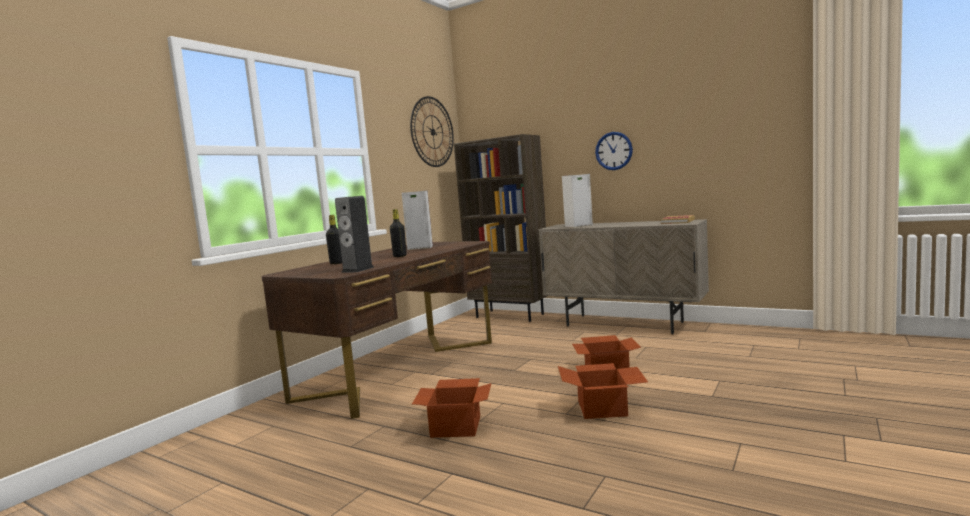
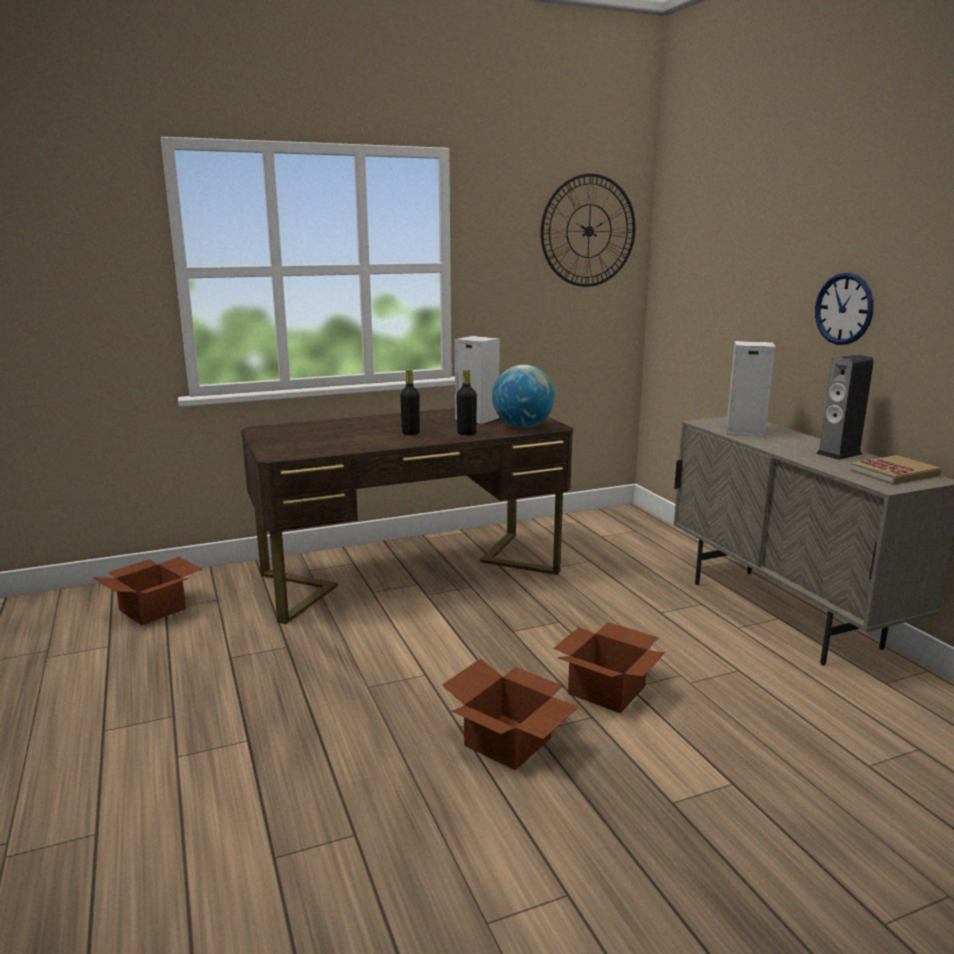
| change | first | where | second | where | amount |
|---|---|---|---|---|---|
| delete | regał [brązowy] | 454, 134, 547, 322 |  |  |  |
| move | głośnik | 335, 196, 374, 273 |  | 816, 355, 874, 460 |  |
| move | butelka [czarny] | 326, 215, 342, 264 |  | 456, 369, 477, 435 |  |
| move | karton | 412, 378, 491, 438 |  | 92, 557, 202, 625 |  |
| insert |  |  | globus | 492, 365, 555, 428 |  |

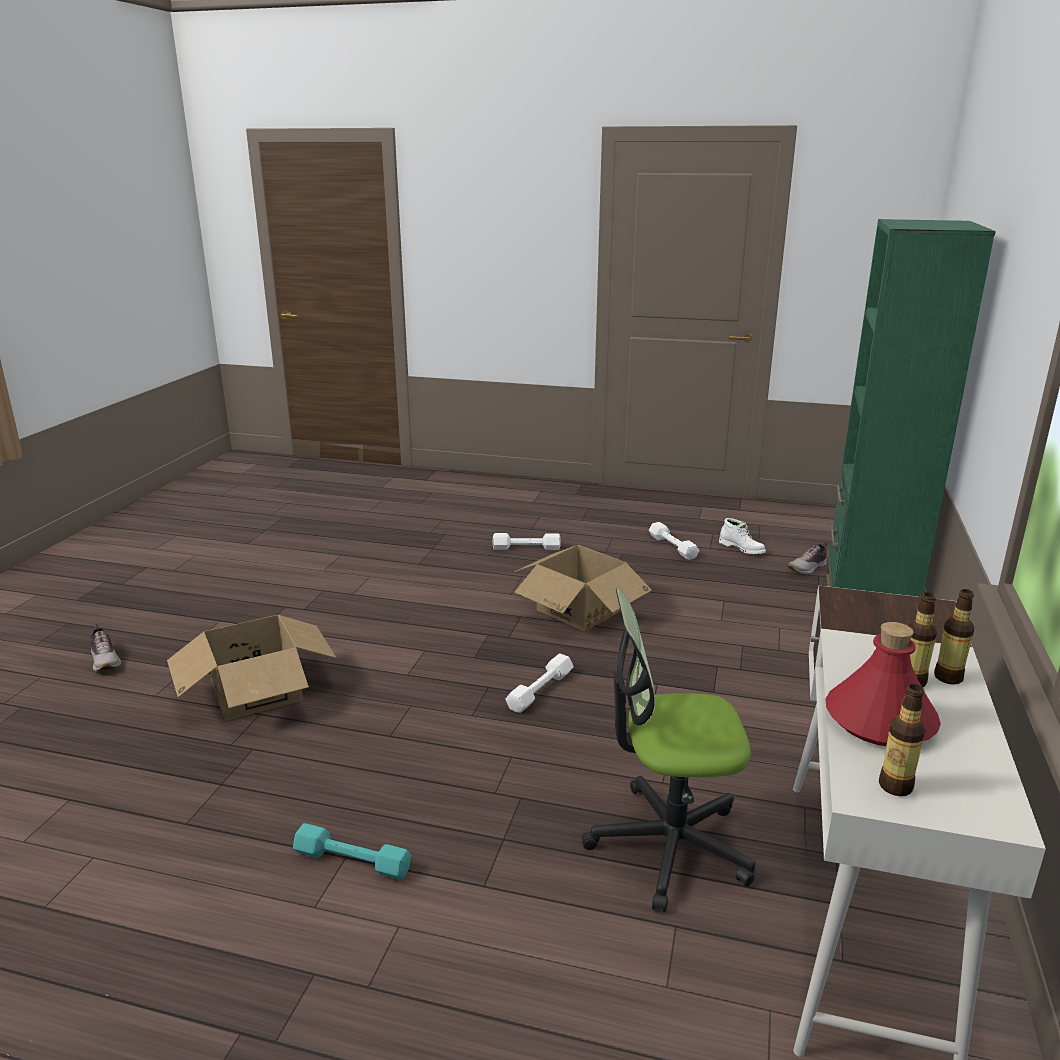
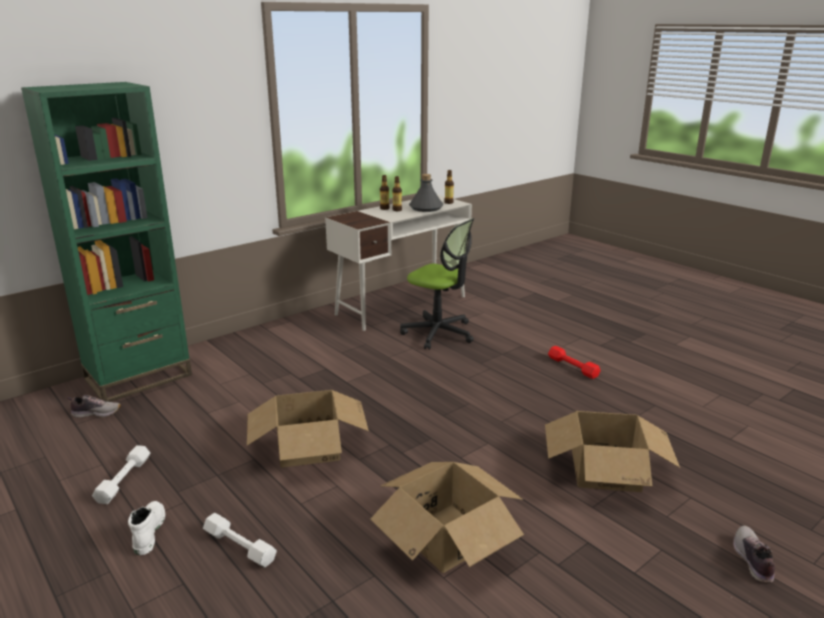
| change | first | where | second | where | amount |
|---|---|---|---|---|---|
| move | but z cholewką [biały] | 719, 518, 766, 554 |  | 128, 501, 165, 555 |  |
| recolor | butelka [czerwony] | 825, 622, 941, 746 | butelka [szary] | 409, 174, 443, 212 |  |
| delete | hantel [biały] | 505, 653, 574, 713 |  |  |  |
| recolor | hantel [turkusowy] | 293, 823, 411, 880 | hantel [czerwony] | 548, 346, 601, 379 |  |
| insert |  |  | karton | 370, 462, 524, 573 |  |

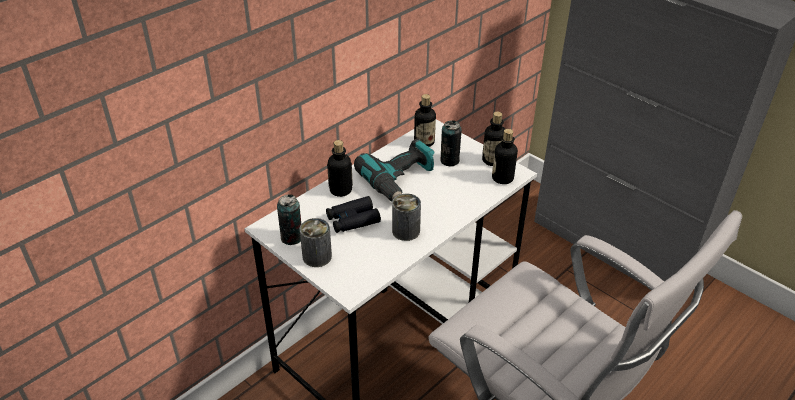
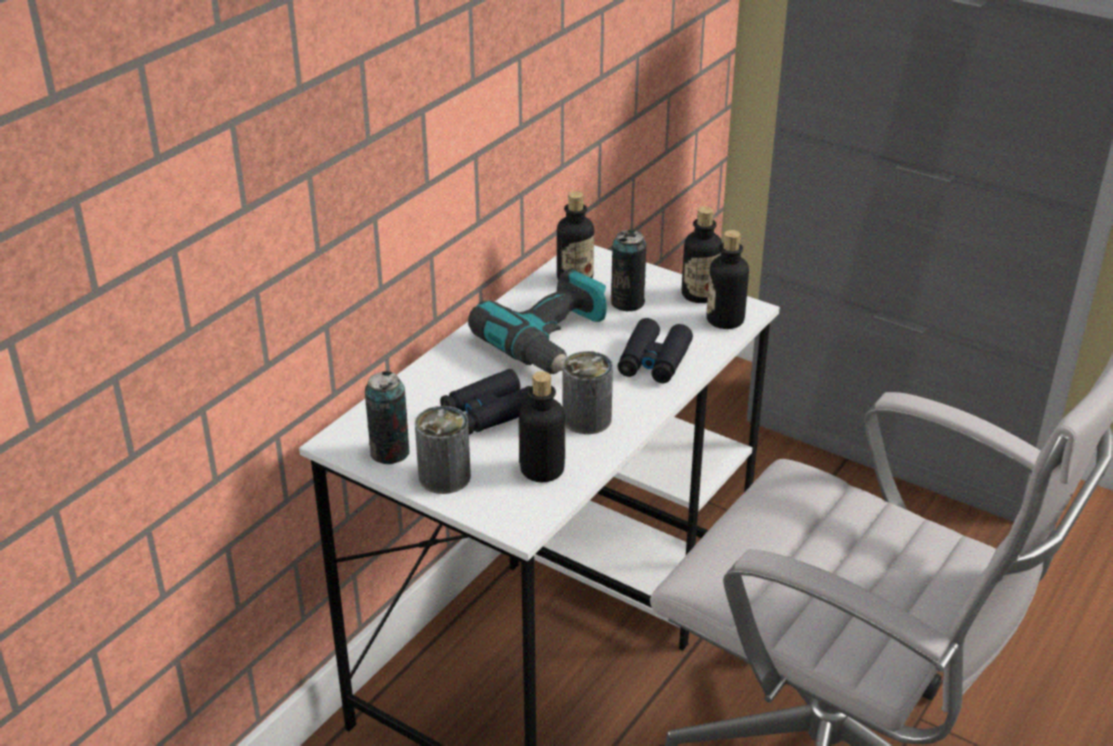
| change | first | where | second | where | amount |
|---|---|---|---|---|---|
| move | butelka | 327, 140, 353, 197 |  | 519, 371, 565, 482 |  |
| insert |  |  | lornetka [czarny] | 617, 318, 693, 383 |  |

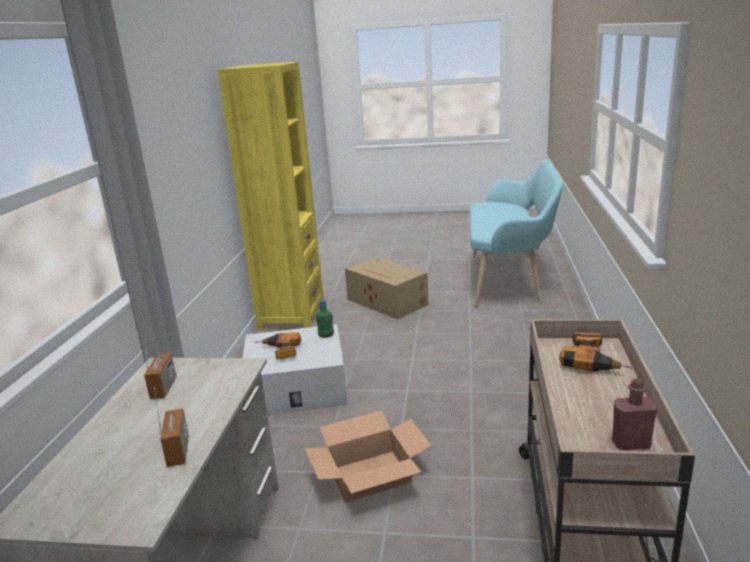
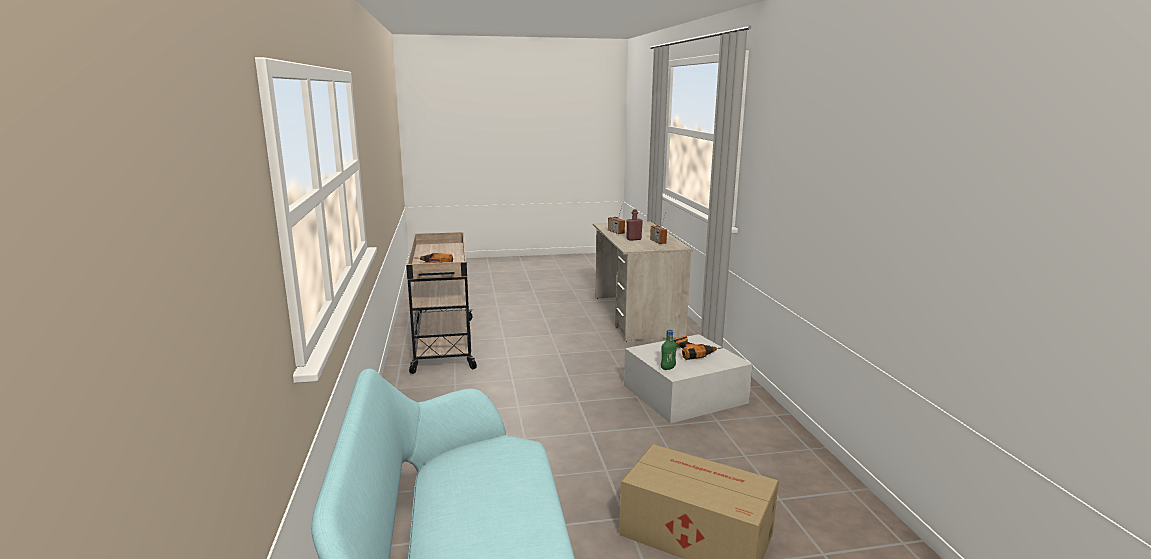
| change | first | where | second | where | amount |
|---|---|---|---|---|---|
| delete | regał [żółty] | 218, 62, 324, 330 |  |  |  |
| move | butelka [czerwony] | 612, 379, 657, 450 |  | 626, 209, 643, 241 |  |
| delete | karton | 305, 411, 431, 503 |  |  |  |

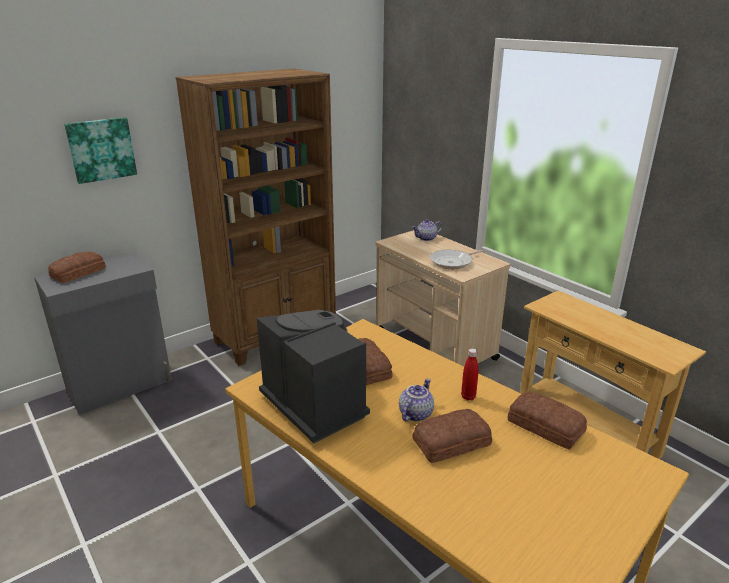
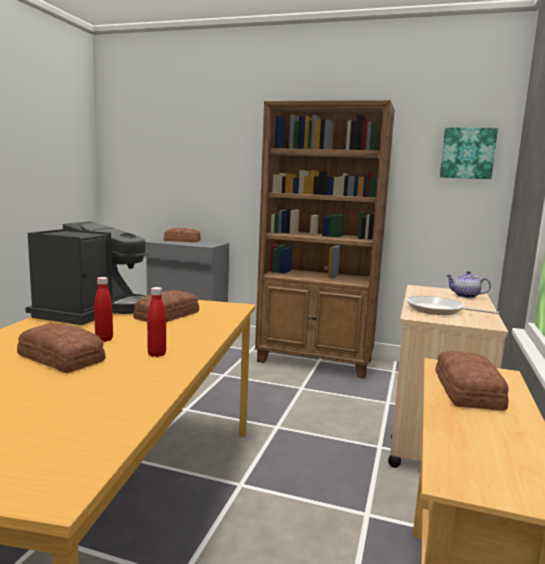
| change | first | where | second | where | amount |
|---|---|---|---|---|---|
| move | obraz | 64, 117, 137, 184 |  | 440, 128, 498, 179 |  |
| replace | imbryk | 399, 378, 434, 421 | butelka [czerwony] | 94, 277, 113, 342 |  |
| move | chleb | 508, 392, 587, 450 |  | 435, 351, 509, 411 |  |

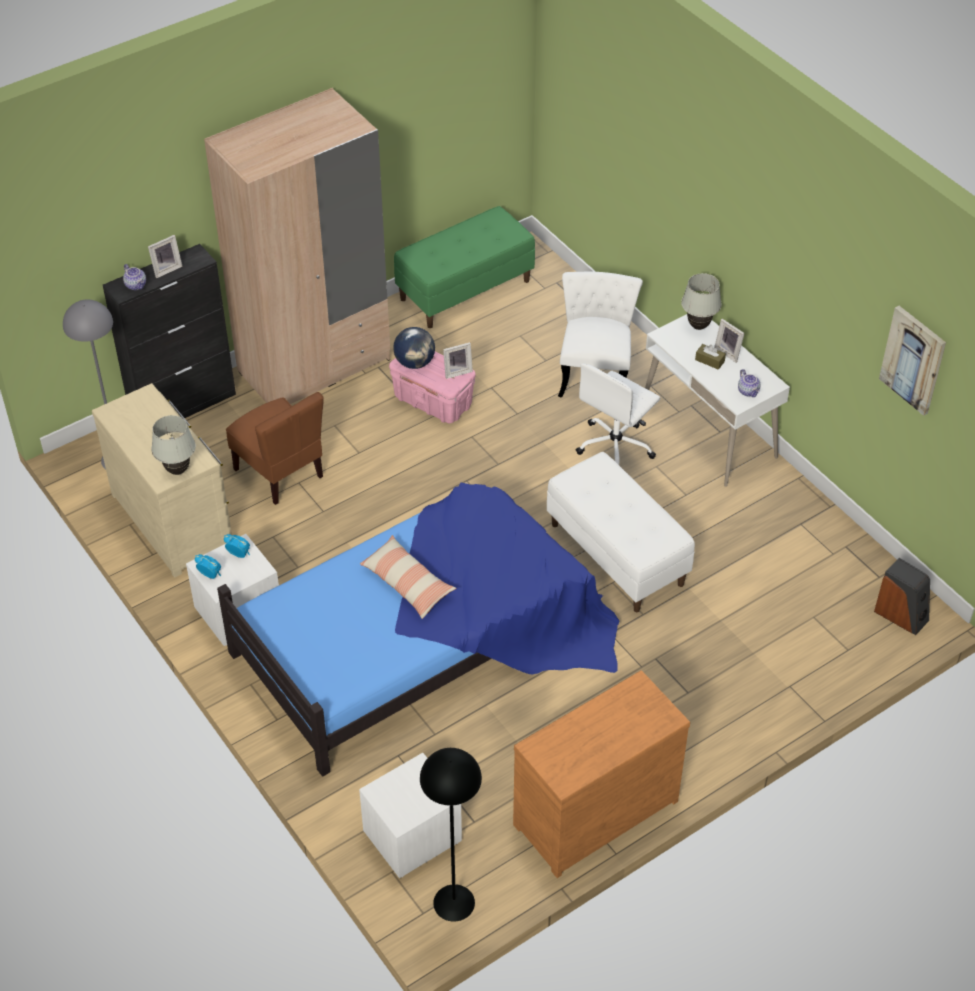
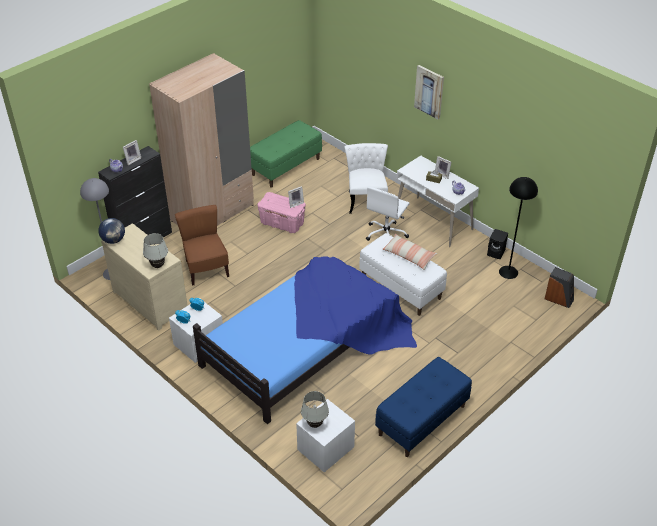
| change | first | where | second | where | amount |
|---|---|---|---|---|---|
| move | lampa stołowa [biały] | 681, 273, 722, 330 |  | 301, 391, 329, 428 |  |
| move | obraz | 879, 306, 946, 416 |  | 414, 65, 444, 120 |  |
| move | globus | 393, 327, 435, 369 |  | 98, 218, 125, 244 |  |
| rotate | krzesło [brązowy] | 226, 392, 324, 505 |  | 175, 205, 229, 286 | 150 degrees counterclockwise |
| move | poduszka | 360, 535, 456, 619 |  | 382, 233, 437, 270 |  |
| replace | komoda [brązowy] | 513, 670, 690, 878 | ławka [niebieski] | 375, 357, 472, 457 |  |
| move | lampa stojąca [czarny] | 420, 748, 482, 922 |  | 499, 177, 538, 279 |  |
| insert |  |  | głośnik [czarny] | 487, 229, 508, 259 |  |

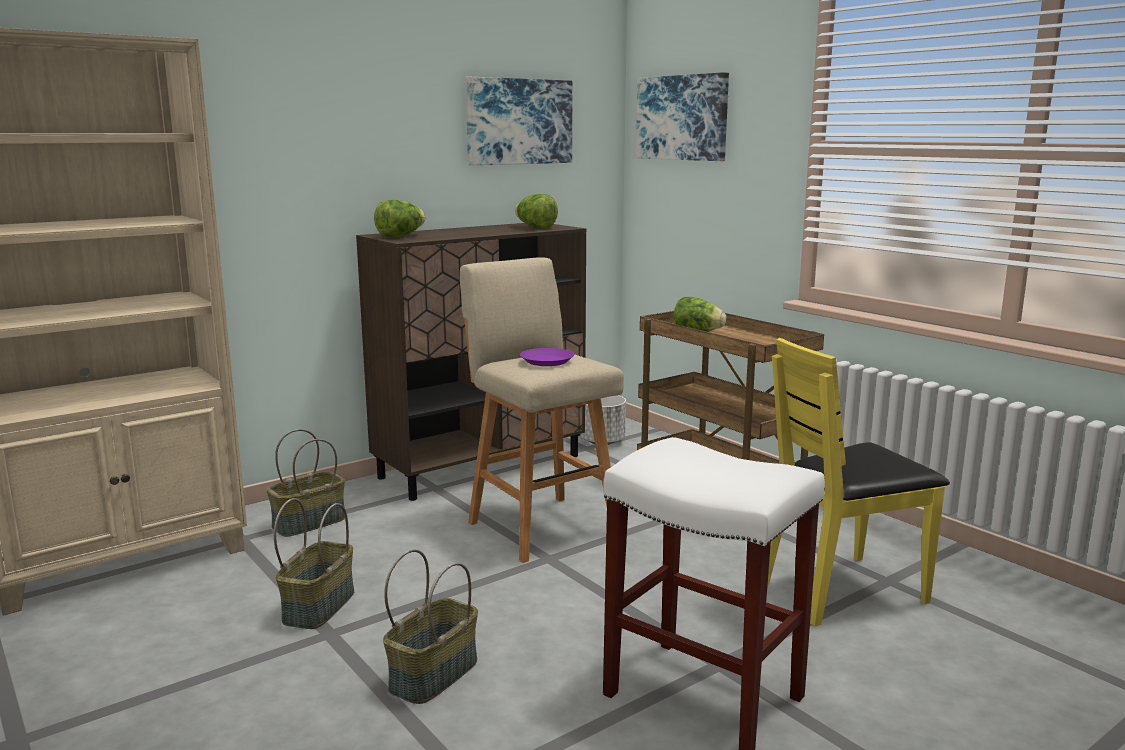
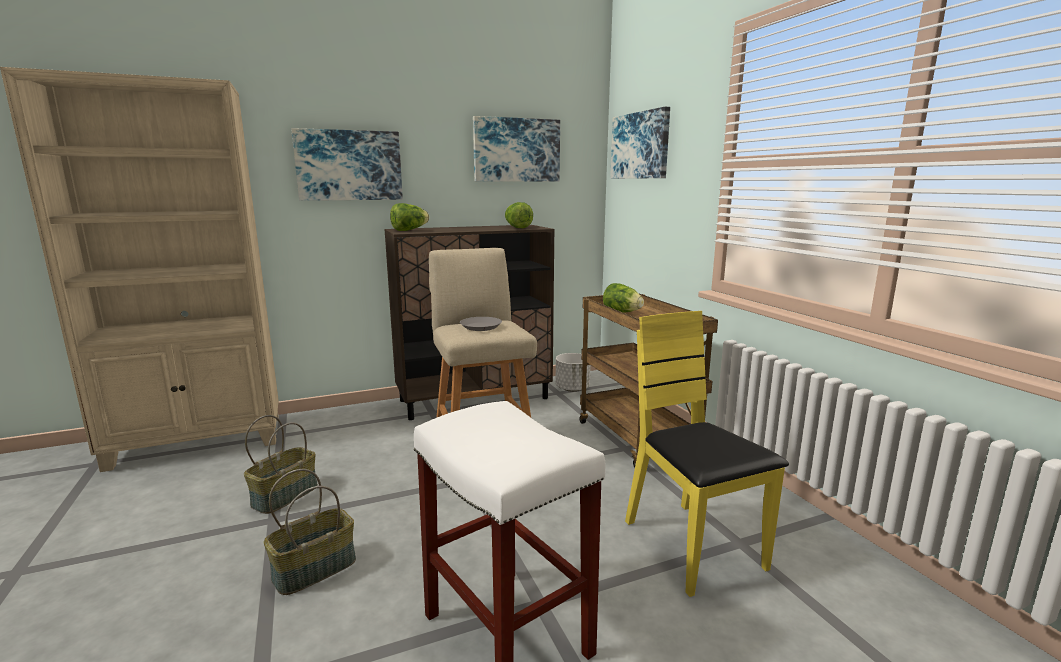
| change | first | where | second | where | amount |
|---|---|---|---|---|---|
| rotate | krzesło [żółty] | 768, 338, 950, 627 |  | 625, 311, 789, 597 | 75 degrees clockwise |
| recolor | talerz [fioletowy] | 520, 348, 574, 366 | talerz [szary] | 460, 317, 502, 331 |  |
| delete | koszyk | 267, 429, 345, 537 |  |  |  |
| insert |  |  | obraz | 291, 128, 403, 201 |  |

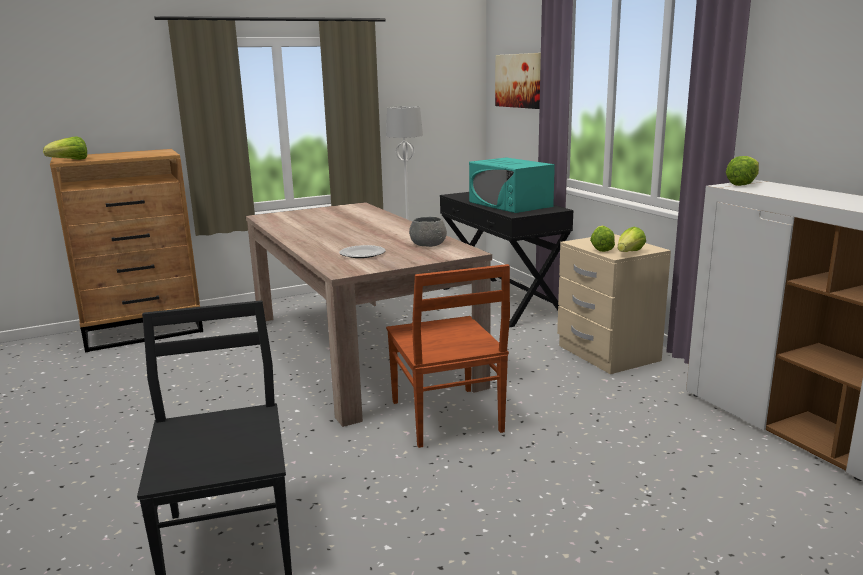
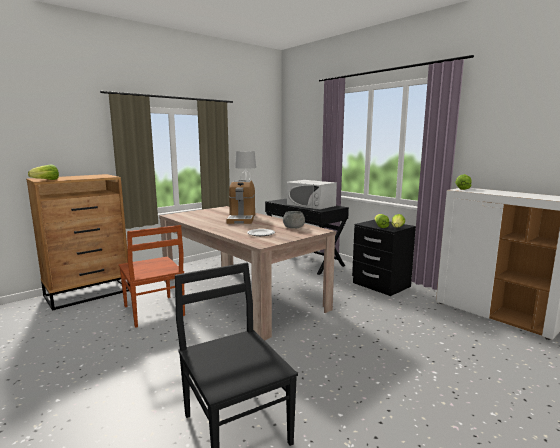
| change | first | where | second | where | amount |
|---|---|---|---|---|---|
| delete | obraz | 495, 53, 541, 109 |  |  |  |
| recolor | mikrofalówka [turkusowy] | 469, 157, 555, 213 | mikrofalówka [biały] | 287, 180, 337, 210 |  |
| recolor | szafka nocna [beżowy] | 557, 234, 671, 374 | szafka nocna [czarny] | 352, 220, 416, 296 |  |
| move | krzesło [brązowy] | 386, 264, 510, 448 |  | 119, 225, 185, 328 |  |
| insert |  |  | ekspres do kawy | 226, 180, 255, 224 |  |

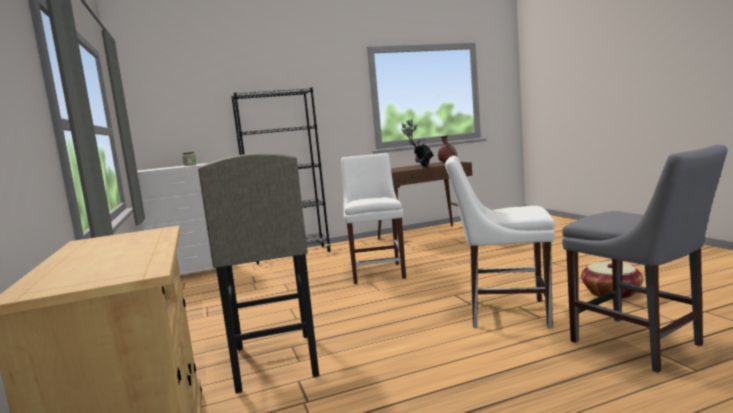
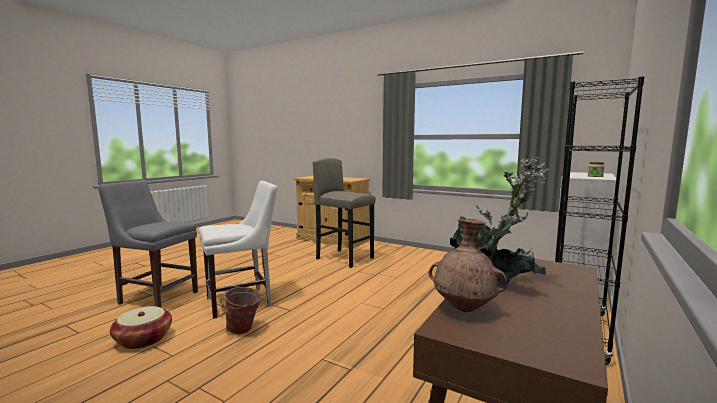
| change | first | where | second | where | amount |
|---|---|---|---|---|---|
| delete | krzesło [biały] | 341, 153, 406, 284 |  |  |  |
| insert |  |  | wiadro | 221, 284, 262, 334 |  |

